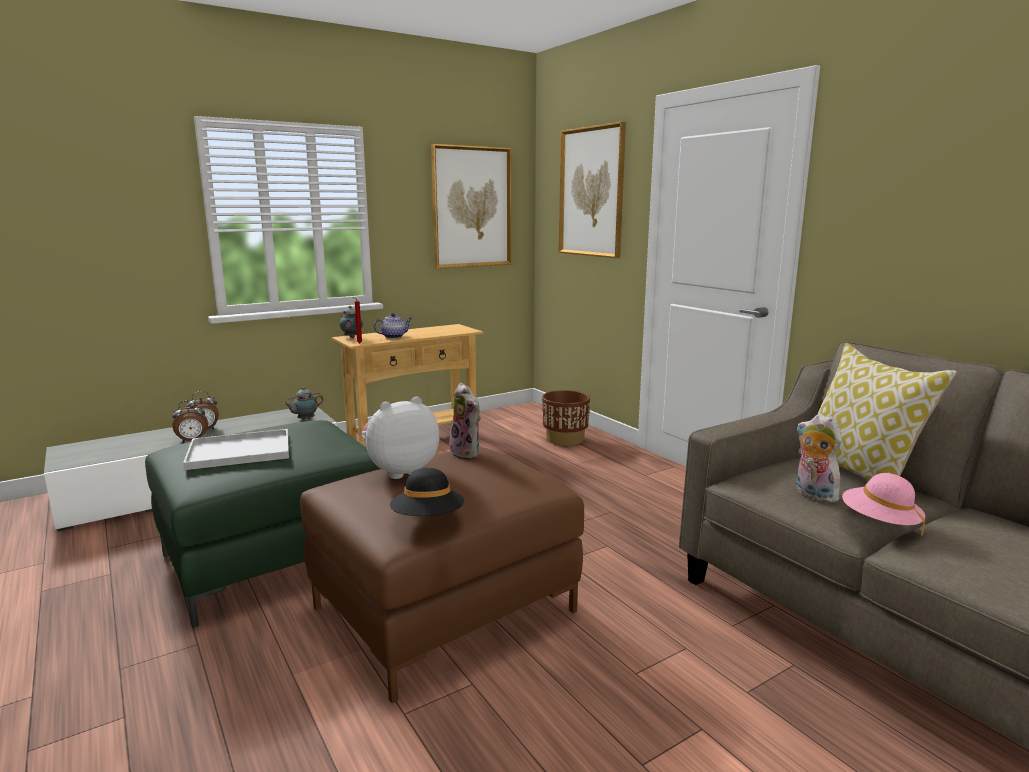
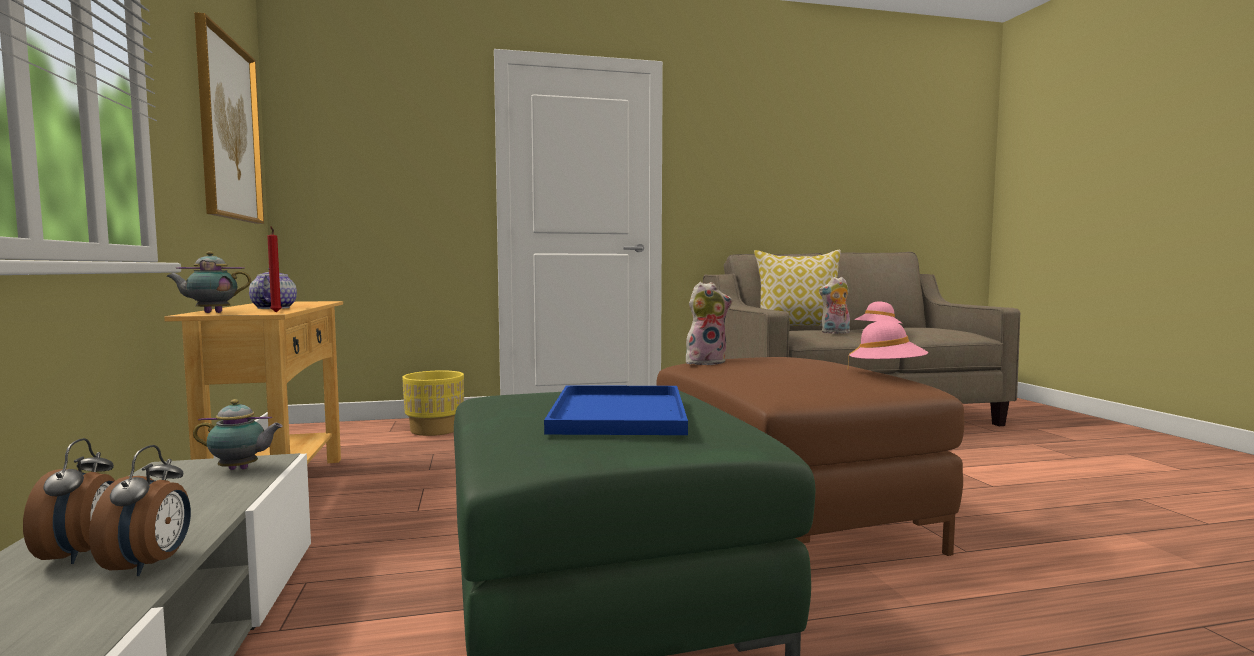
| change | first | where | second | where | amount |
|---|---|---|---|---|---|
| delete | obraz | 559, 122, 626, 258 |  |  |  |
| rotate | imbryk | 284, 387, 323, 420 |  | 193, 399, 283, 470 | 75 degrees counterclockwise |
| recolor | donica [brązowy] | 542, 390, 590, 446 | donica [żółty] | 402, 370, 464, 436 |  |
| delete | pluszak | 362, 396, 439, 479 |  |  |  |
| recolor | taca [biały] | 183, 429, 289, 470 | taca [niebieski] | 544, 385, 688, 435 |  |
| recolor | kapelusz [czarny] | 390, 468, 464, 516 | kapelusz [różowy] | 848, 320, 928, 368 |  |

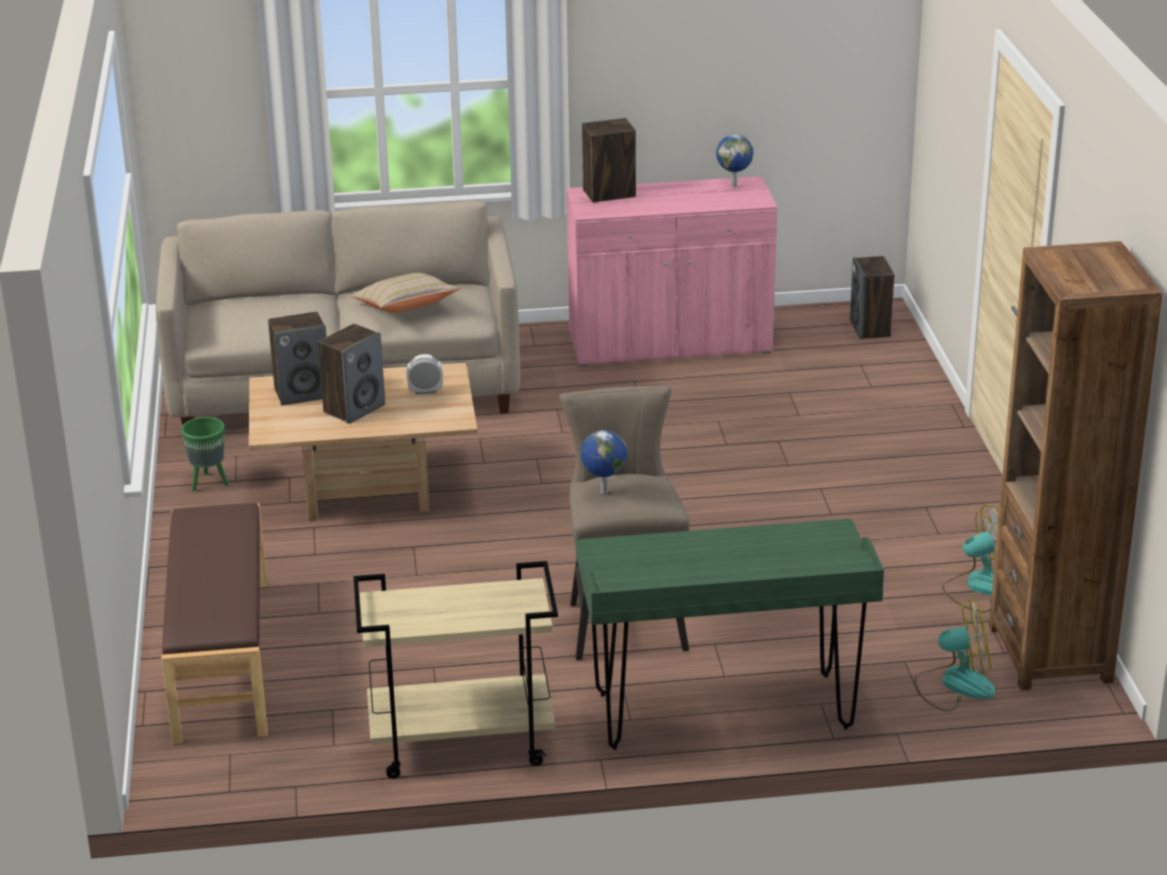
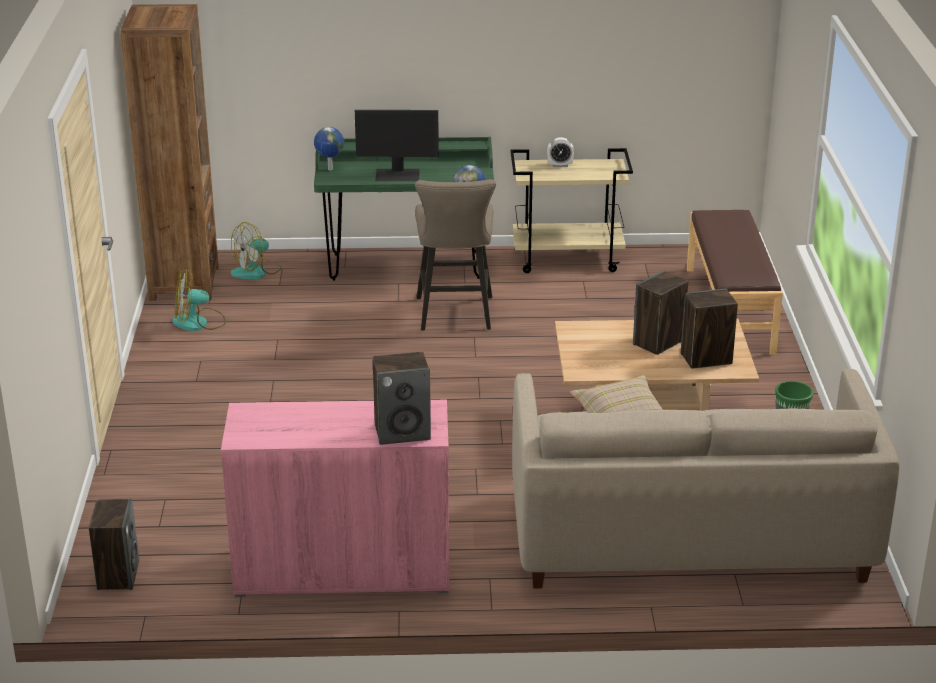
| change | first | where | second | where | amount |
|---|---|---|---|---|---|
| move | globus | 716, 134, 754, 188 |  | 314, 127, 344, 170 |  |
| move | budzik | 406, 354, 443, 395 |  | 547, 138, 574, 167 |  |
| rotate | wentylator | 914, 598, 995, 711 |  | 230, 222, 281, 279 | 45 degrees counterclockwise |
| insert |  |  | monitor | 355, 110, 439, 181 |  |

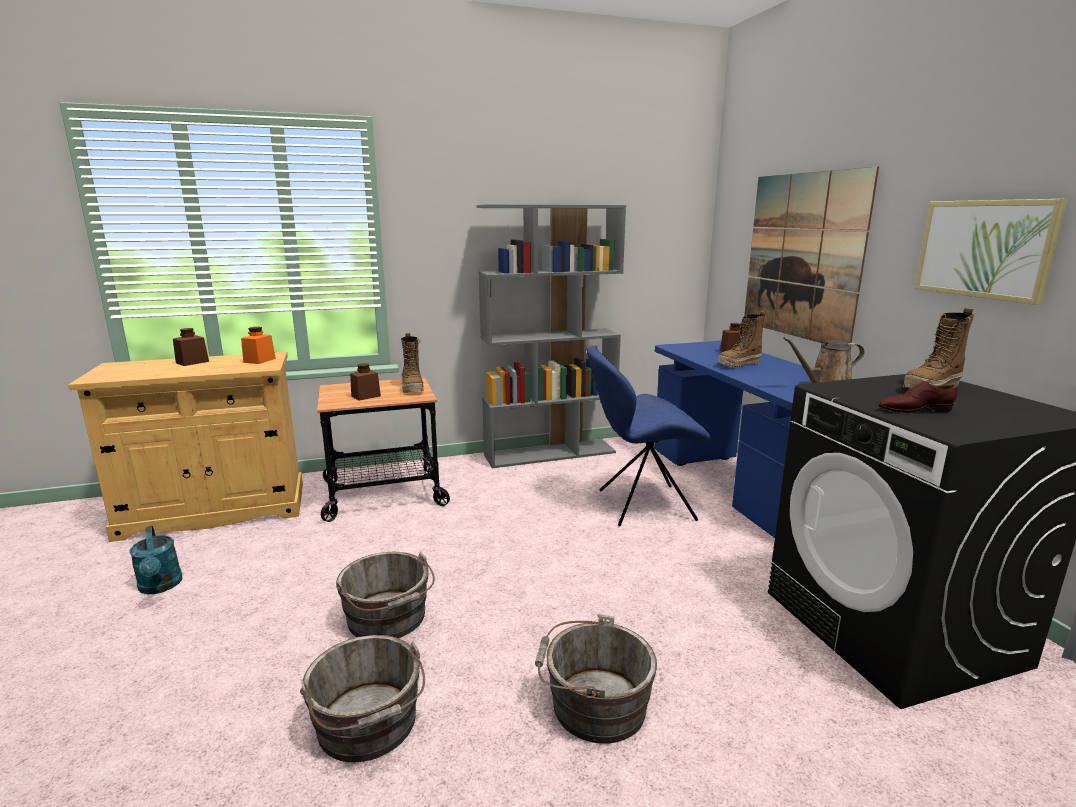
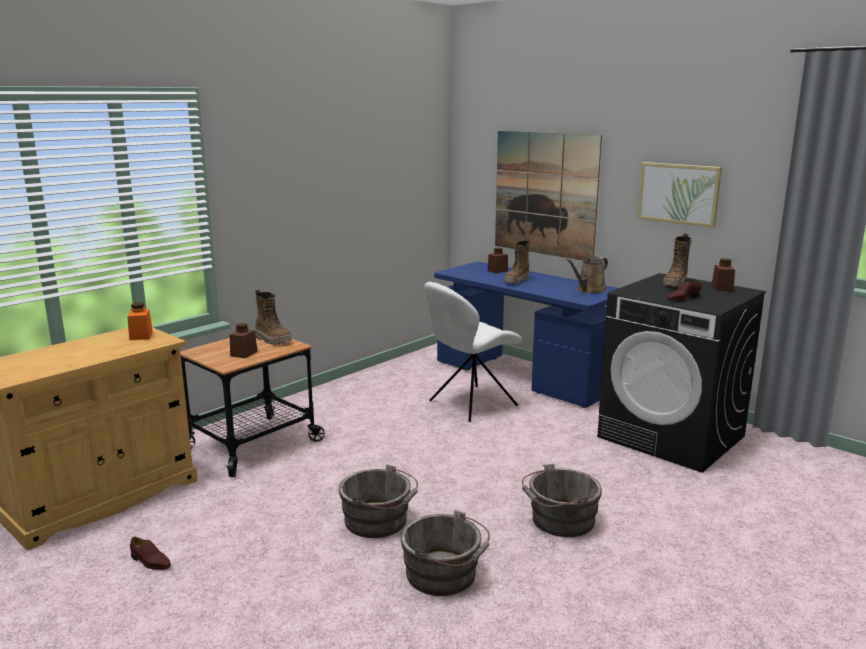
| change | first | where | second | where | amount |
|---|---|---|---|---|---|
| delete | regał [szary] | 477, 205, 626, 468 |  |  |  |
| move | słoik [brązowy] | 173, 328, 209, 366 |  | 711, 258, 735, 291 |  |
| recolor | krzesło [niebieski] | 587, 347, 710, 526 | krzesło [biały] | 424, 282, 522, 422 |  |
| replace | konewka [turkusowy] | 129, 526, 182, 594 | but [brązowy] | 130, 537, 171, 570 |  |

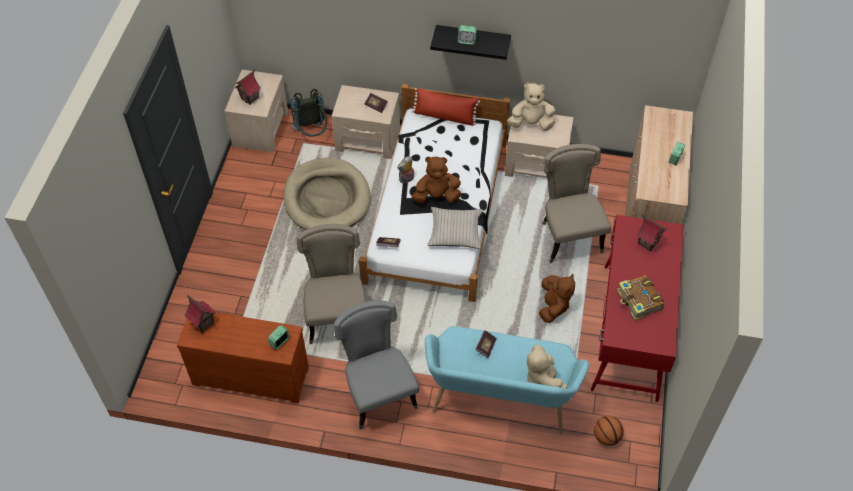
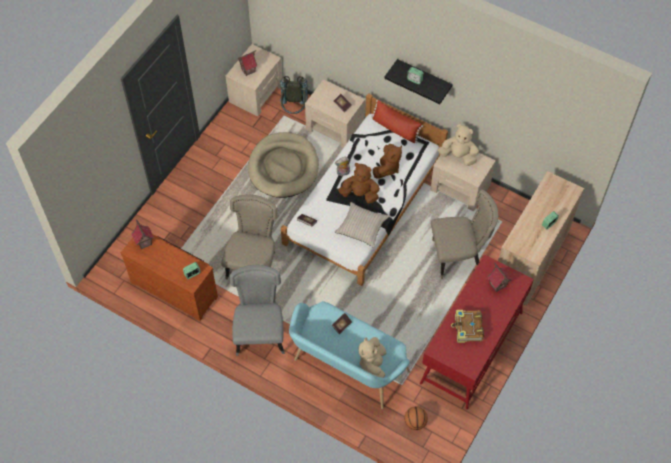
| change | first | where | second | where | amount |
|---|---|---|---|---|---|
| rotate | krzesło [beżowy] | 542, 144, 611, 263 |  | 431, 189, 499, 279 | 75 degrees clockwise |
| move | pluszak [brązowy] | 539, 274, 575, 323 |  | 373, 144, 402, 179 |  |

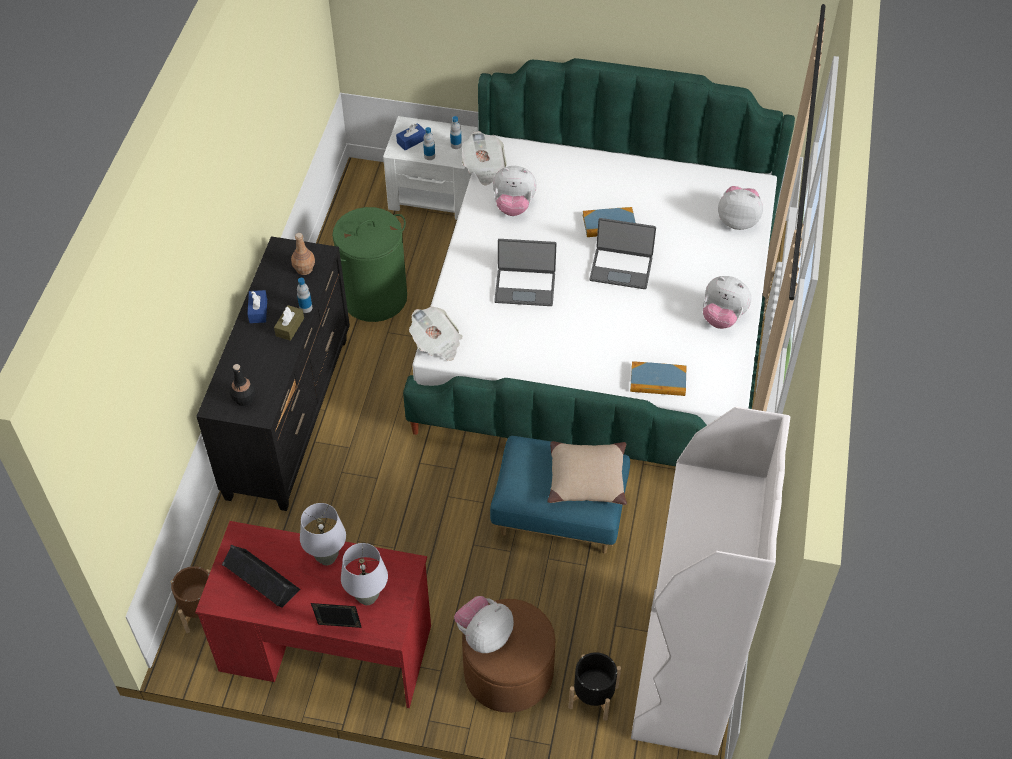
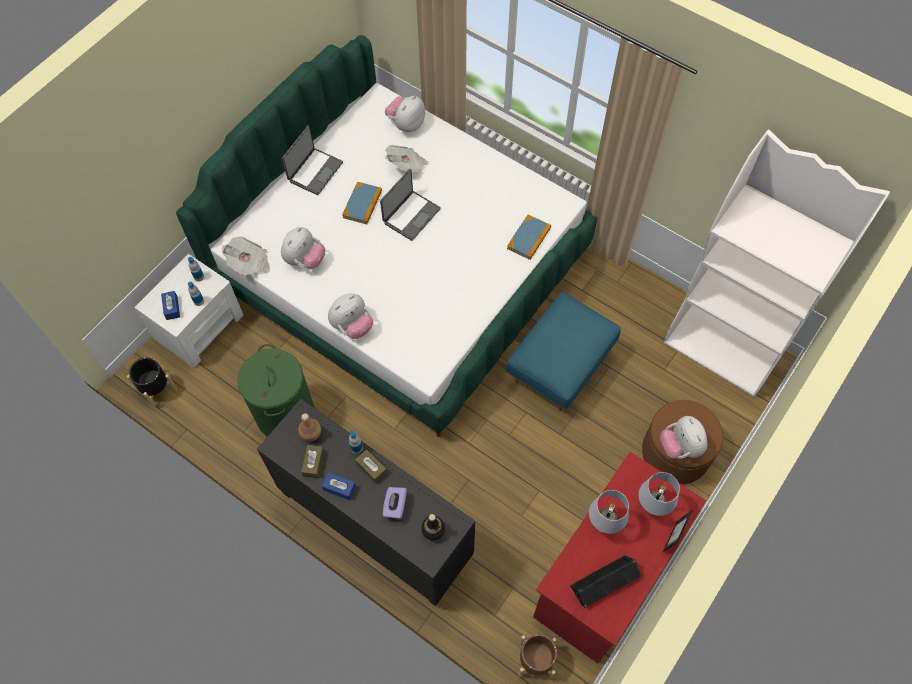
| change | first | where | second | where | amount |
|---|---|---|---|---|---|
| move | laptop | 494, 239, 557, 306 |  | 282, 125, 343, 195 |  |
| move | pluszak | 703, 276, 751, 329 |  | 328, 293, 373, 339 |  |
| move | gazeta | 409, 307, 463, 361 |  | 385, 145, 429, 173 |  |
| delete | poduszka [beżowy] | 547, 441, 627, 505 |  |  |  |
| move | donica [czarny] | 568, 652, 621, 721 |  | 127, 357, 177, 408 |  |
| insert |  |  | pudełko chusteczek [brązowy] | 301, 445, 324, 478 |  |
| insert |  |  | pudełko chusteczek [fioletowy] | 383, 487, 407, 520 |  |

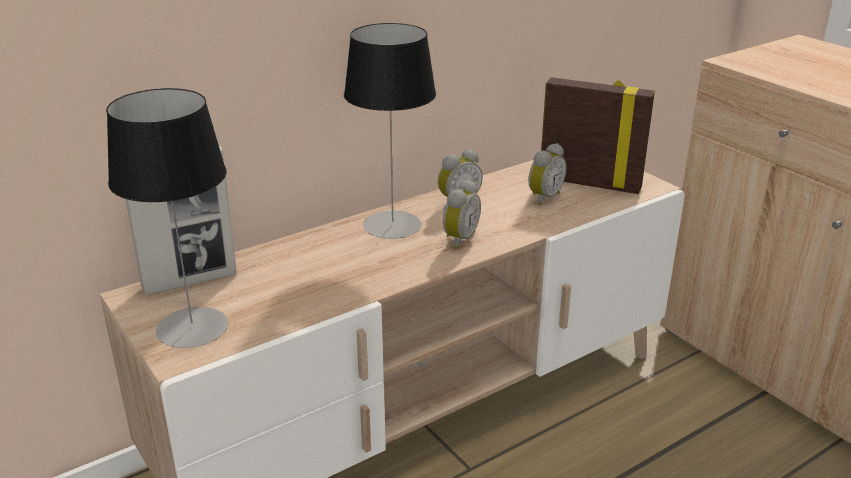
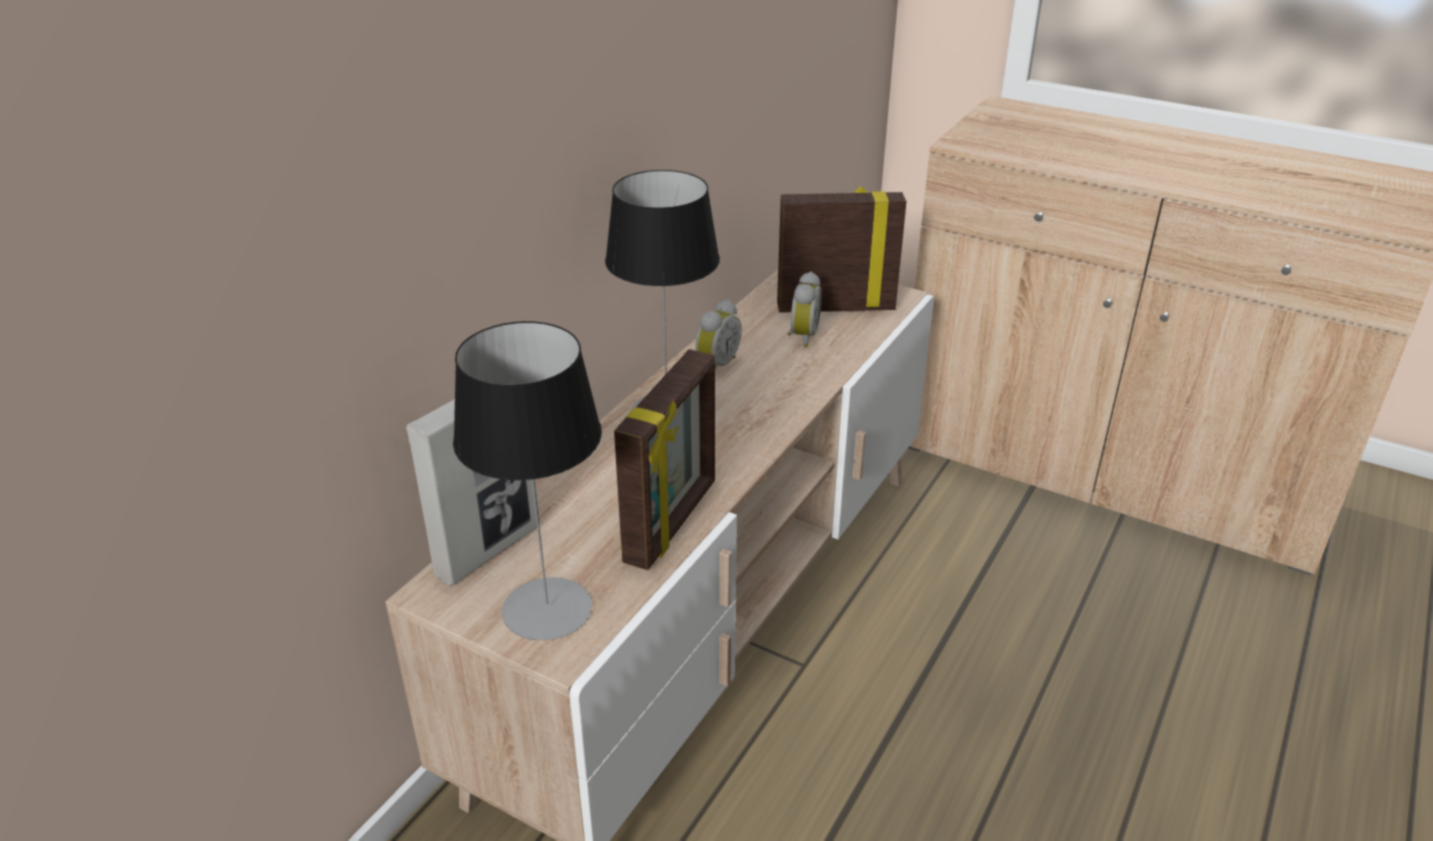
| change | first | where | second | where | amount |
|---|---|---|---|---|---|
| delete | budzik | 443, 180, 481, 249 |  |  |  |
| insert |  |  | ramka na zdjęcie | 614, 349, 715, 570 |  |

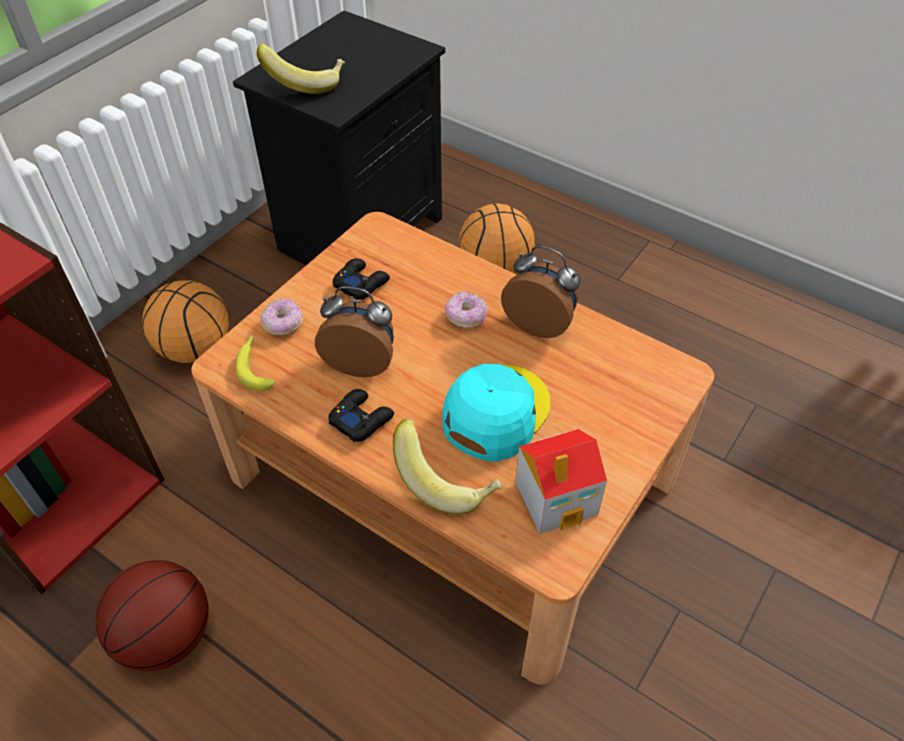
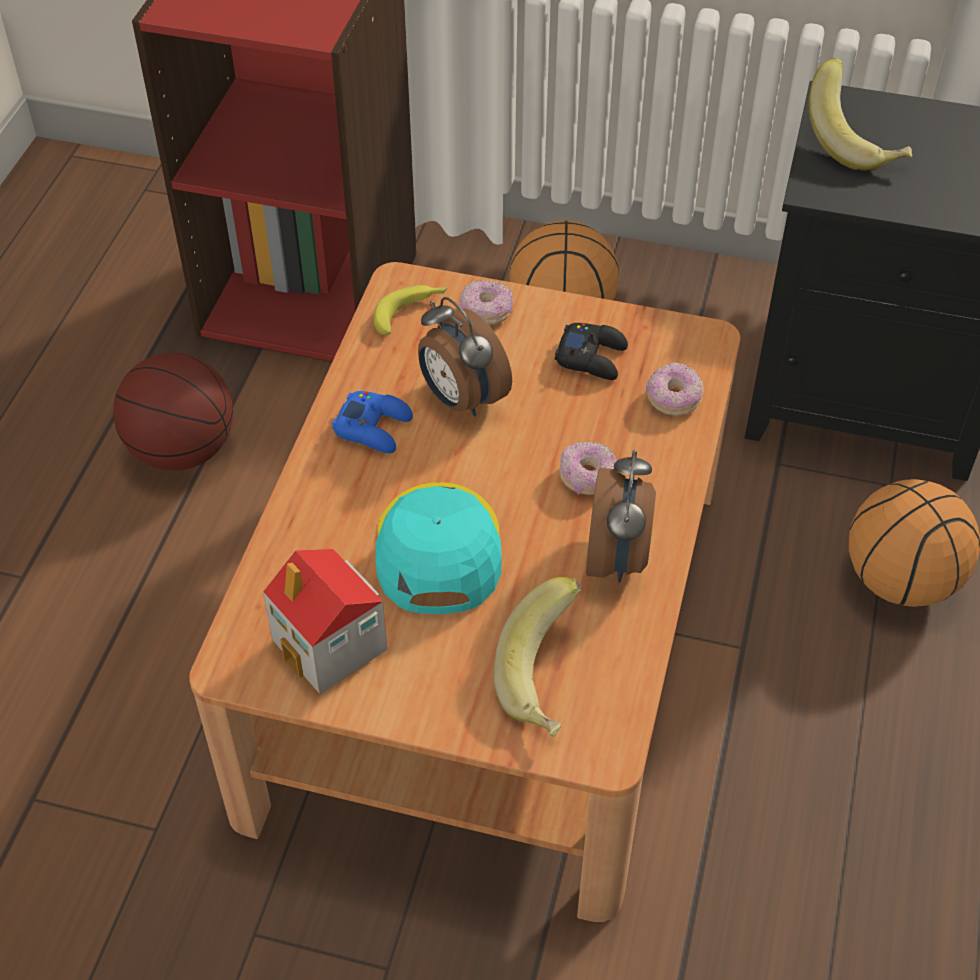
| change | first | where | second | where | amount |
|---|---|---|---|---|---|
| rotate | budzik | 315, 287, 394, 377 |  | 418, 297, 512, 417 | 150 degrees clockwise |
| rotate | czapka z daszkiem [turkusowy] | 442, 364, 550, 462 |  | 376, 482, 502, 614 | 105 degrees counterclockwise |
| recolor | pad do gier [czarny] | 328, 389, 394, 442 | pad do gier [niebieski] | 332, 391, 413, 453 |  |
| move | banan | 393, 419, 502, 515 |  | 493, 577, 581, 737 |  |
| insert |  |  | donut | 645, 362, 704, 415 |  |

